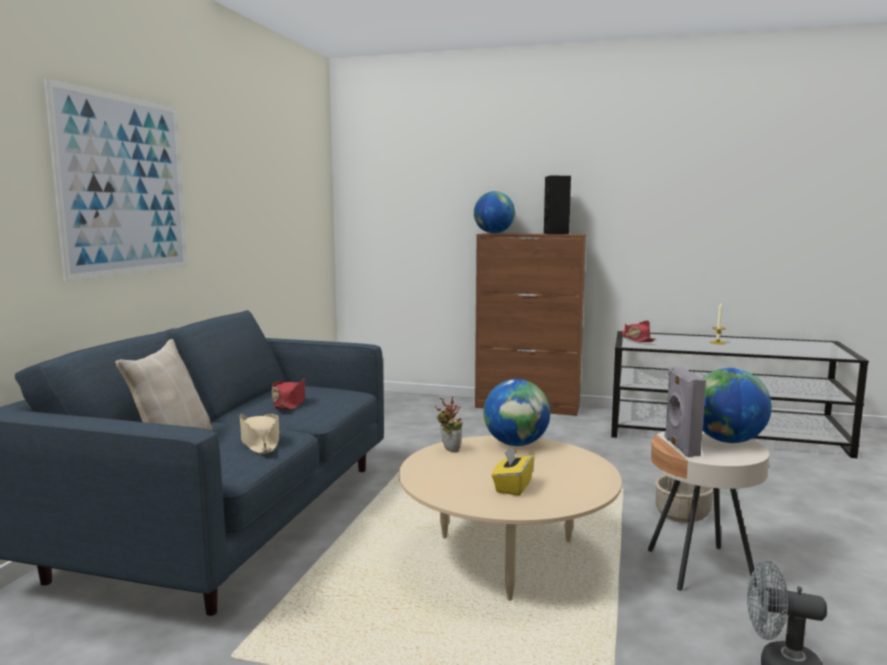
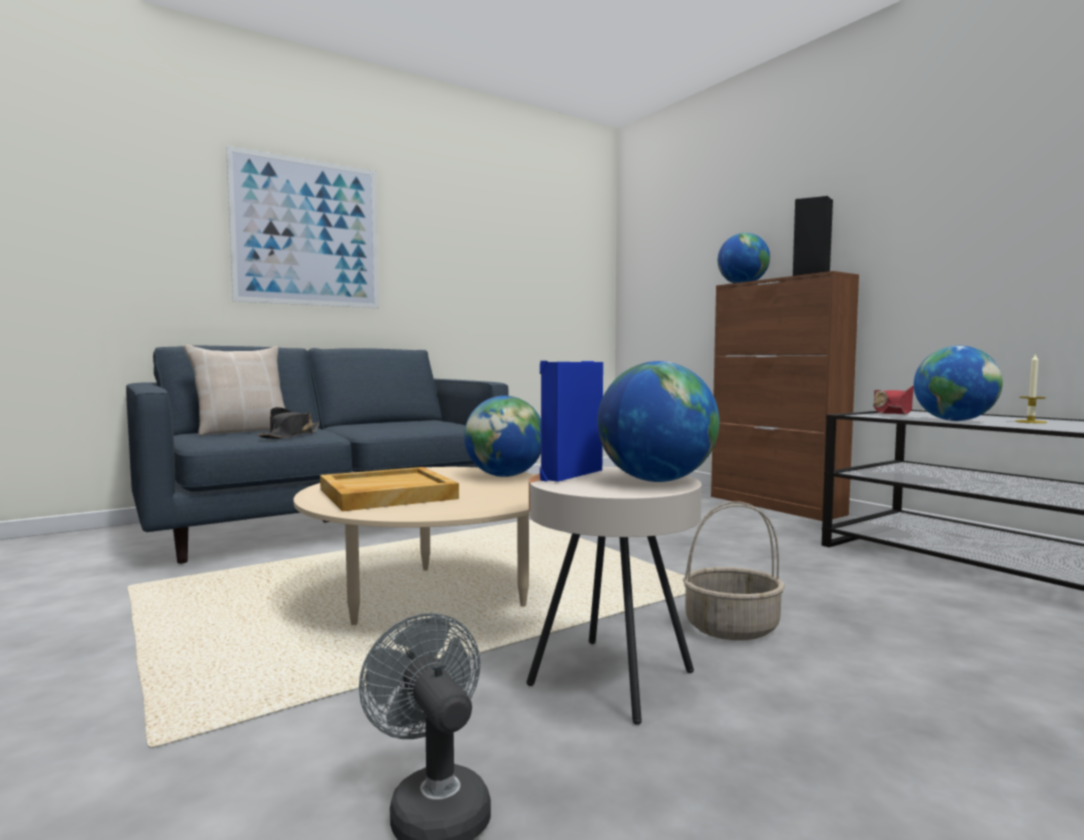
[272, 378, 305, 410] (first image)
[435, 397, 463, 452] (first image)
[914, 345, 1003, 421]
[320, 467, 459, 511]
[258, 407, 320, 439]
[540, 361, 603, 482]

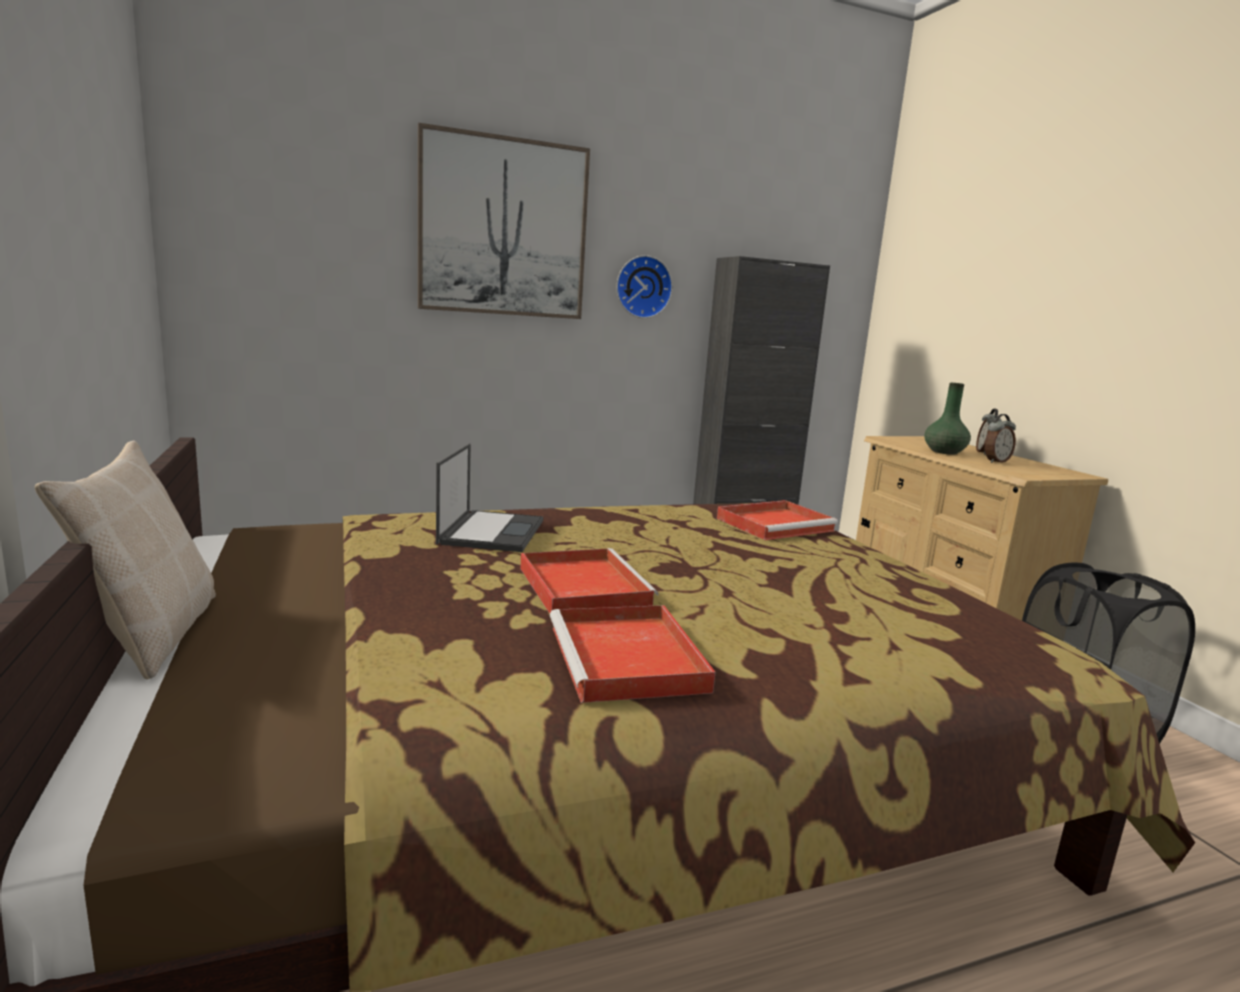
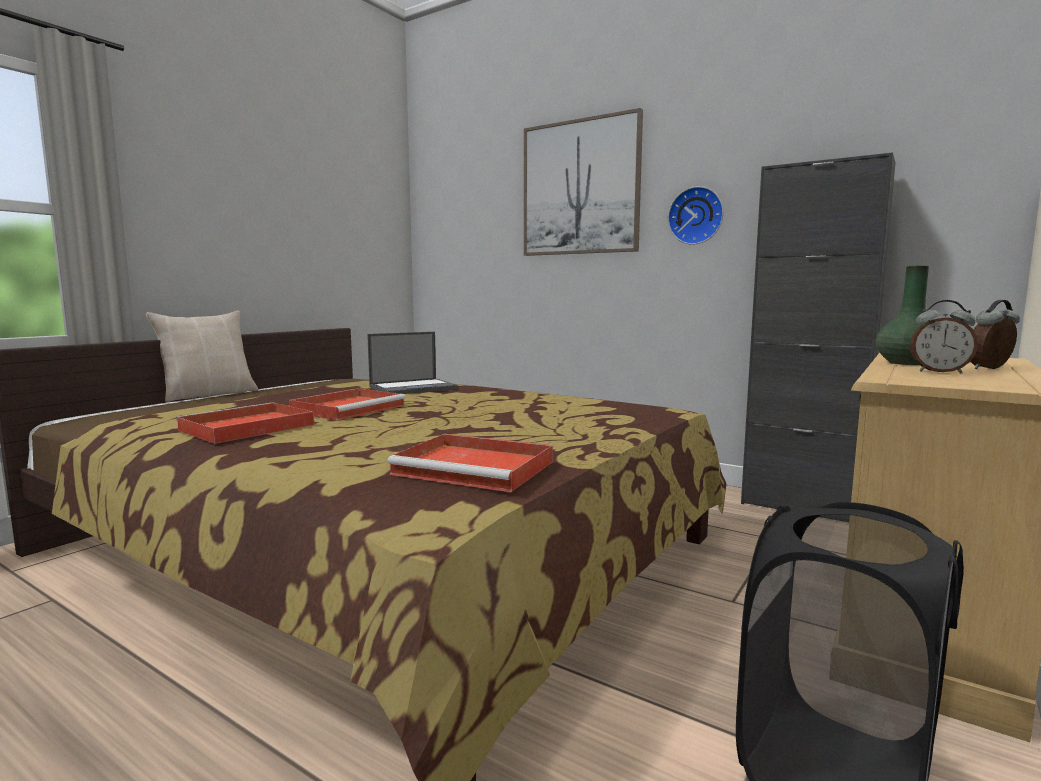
[387, 434, 553, 492]

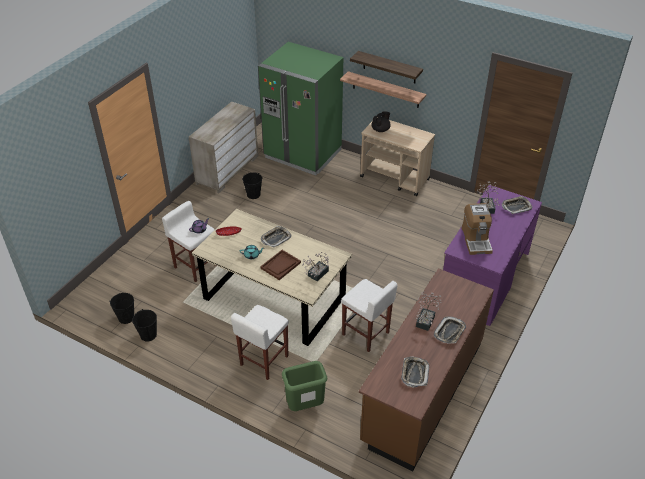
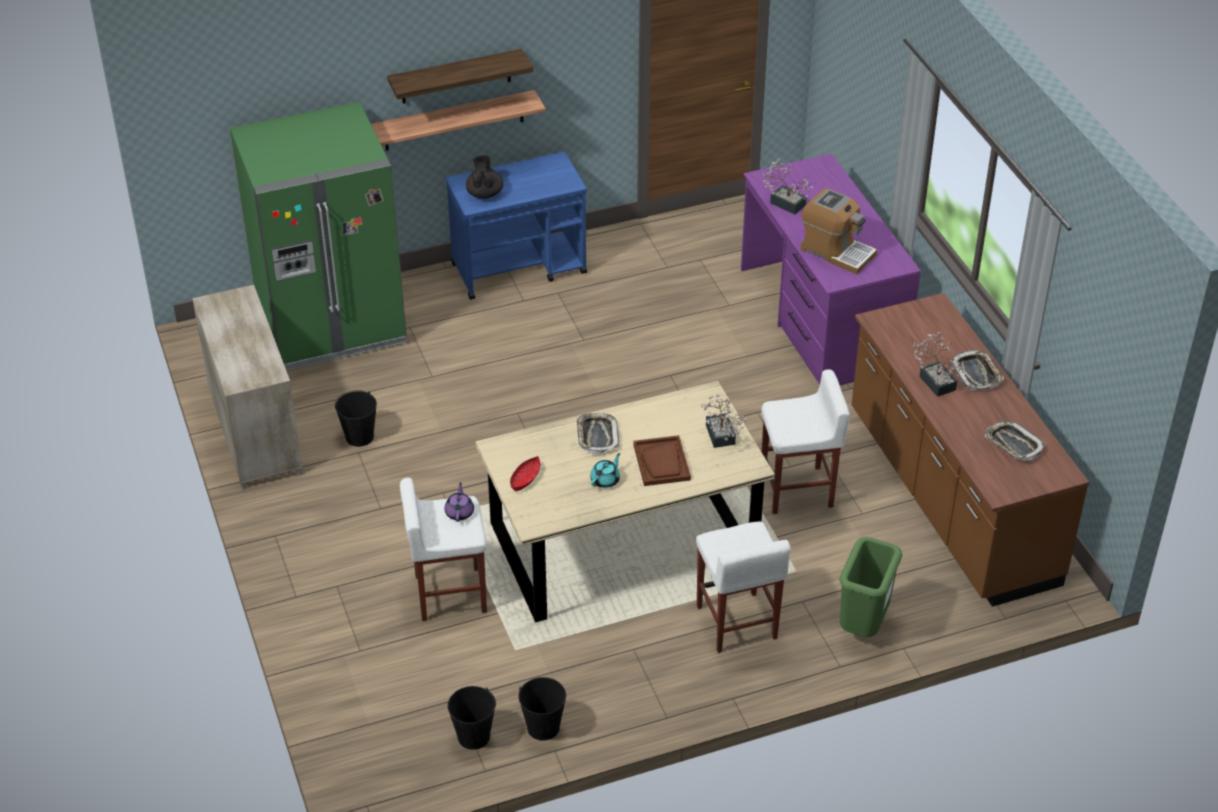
[502, 196, 533, 214] (first image)
[446, 152, 587, 300]

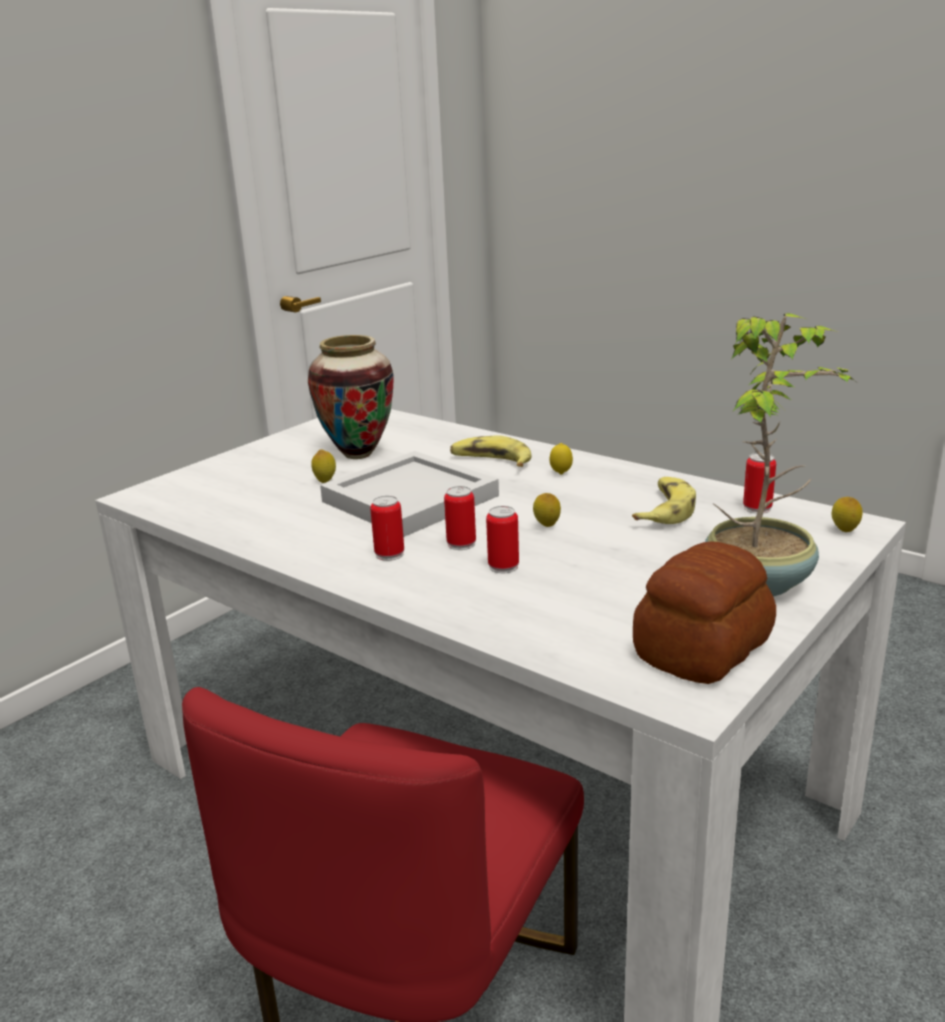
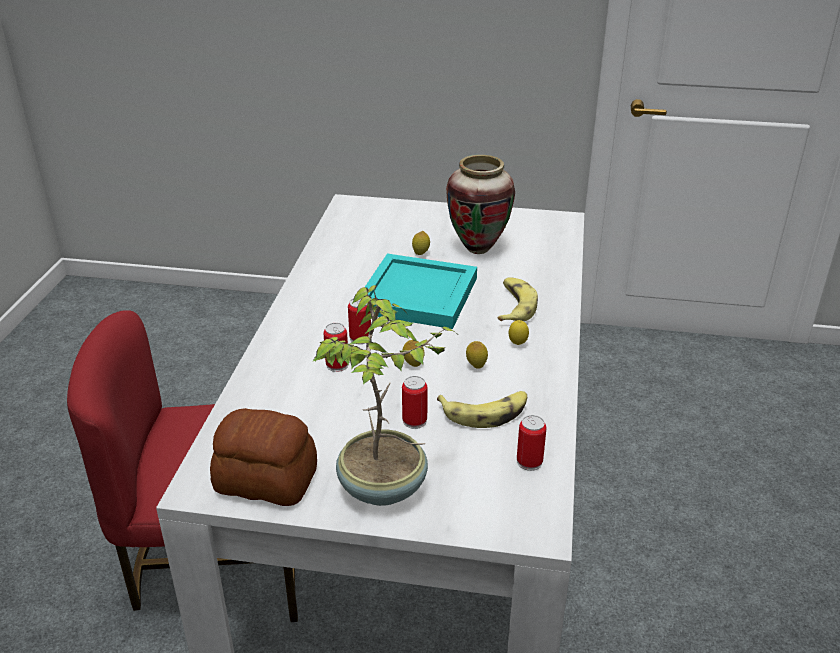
[402, 376, 428, 429]
[466, 341, 488, 369]
[365, 254, 477, 329]

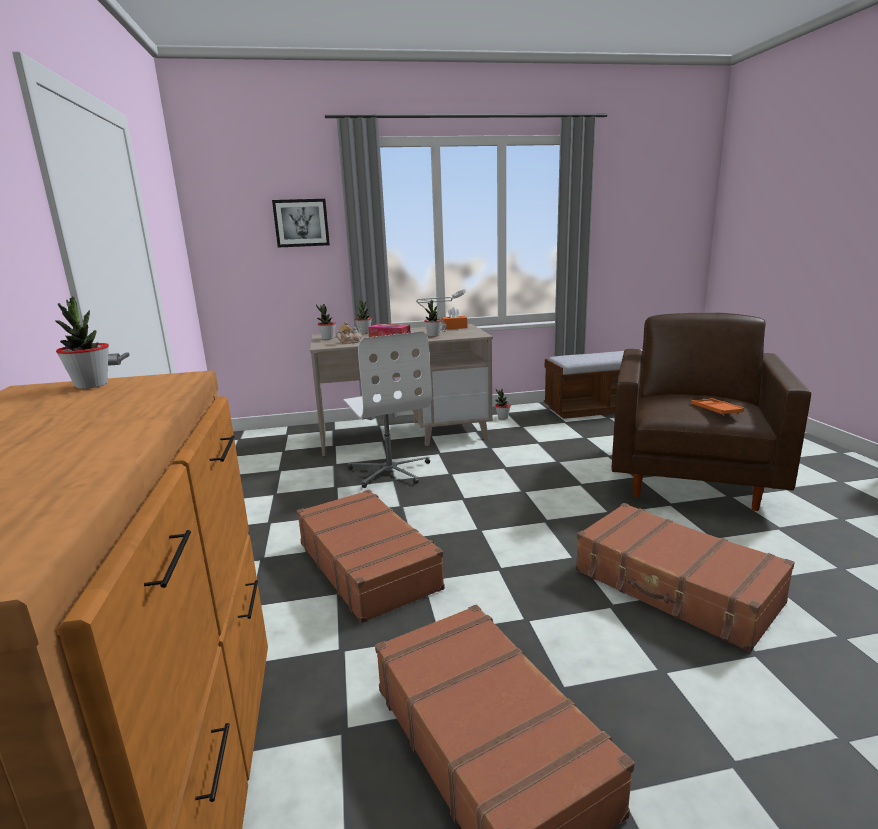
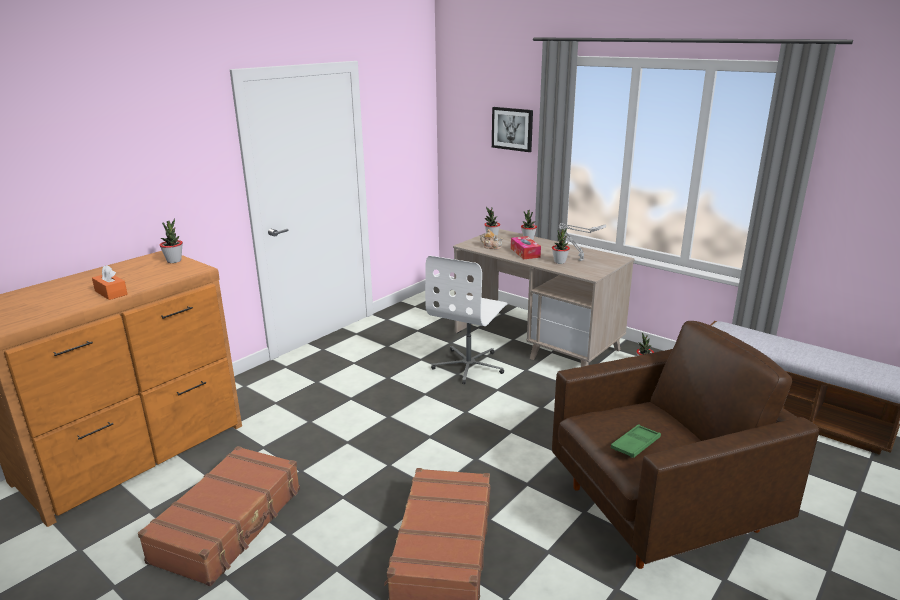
[297, 490, 445, 624] (first image)
[92, 265, 128, 300]
[611, 424, 661, 458]

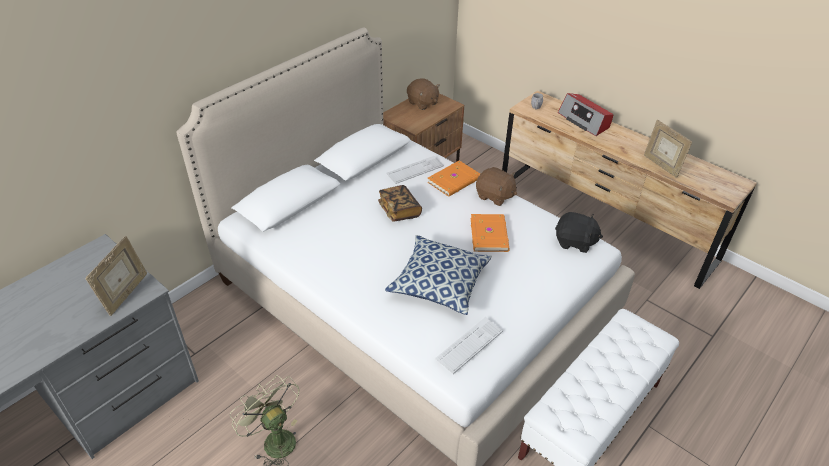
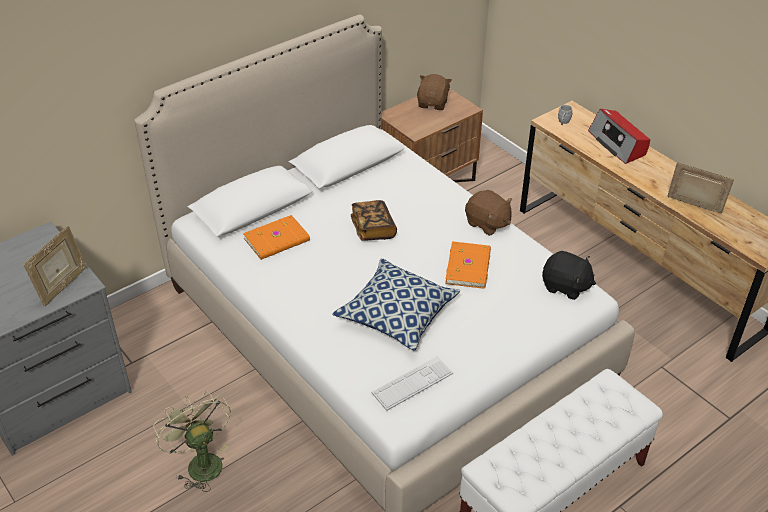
[386, 156, 444, 184] (first image)
[243, 215, 310, 260]
[417, 74, 452, 110]
[667, 162, 734, 214]

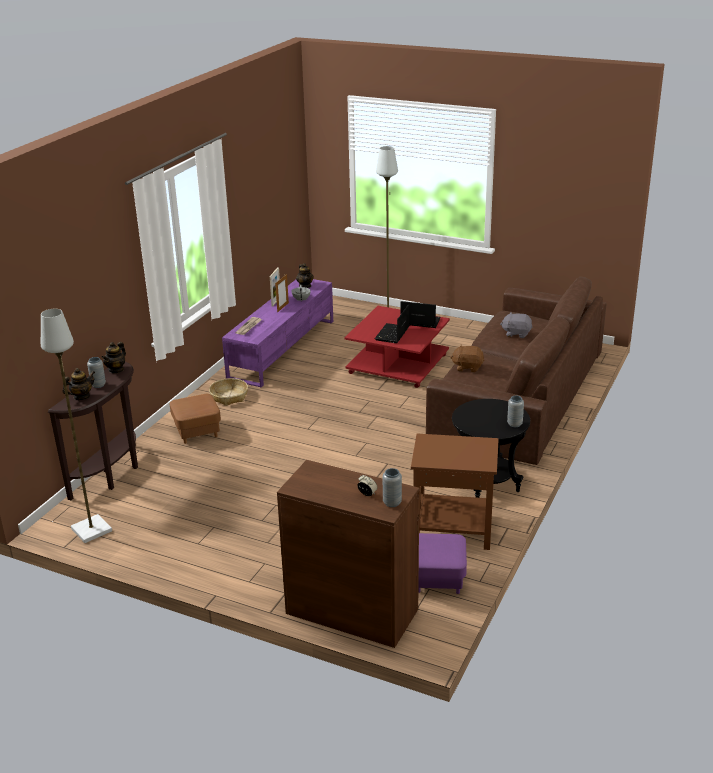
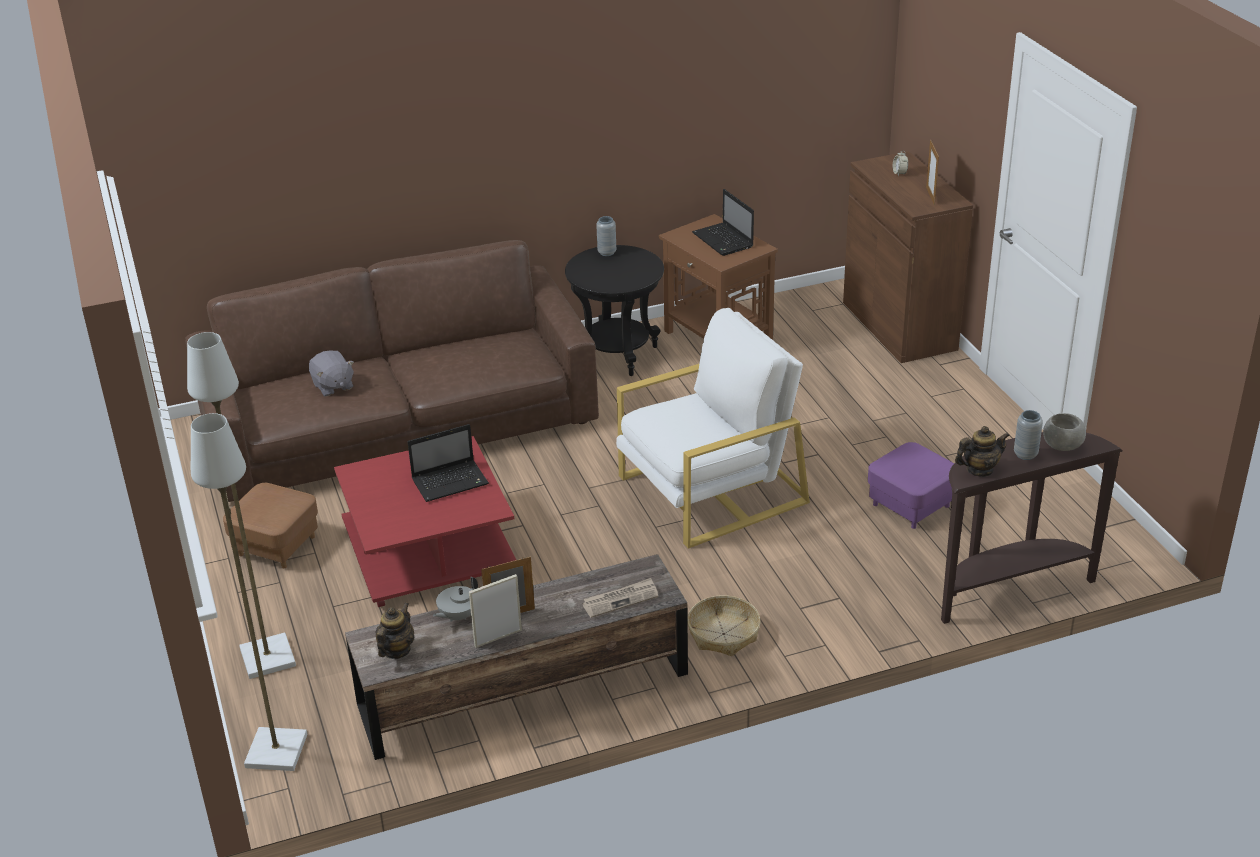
[383, 468, 402, 507] (first image)
[450, 344, 484, 372] (first image)
[616, 308, 810, 549]
[926, 140, 939, 205]
[191, 413, 307, 771]
[223, 483, 318, 568]
[692, 189, 754, 256]
[868, 442, 954, 529]
[1043, 413, 1086, 451]
[345, 554, 688, 760]

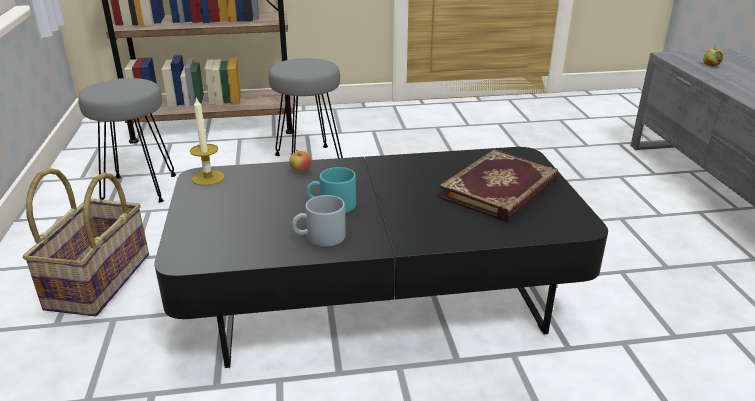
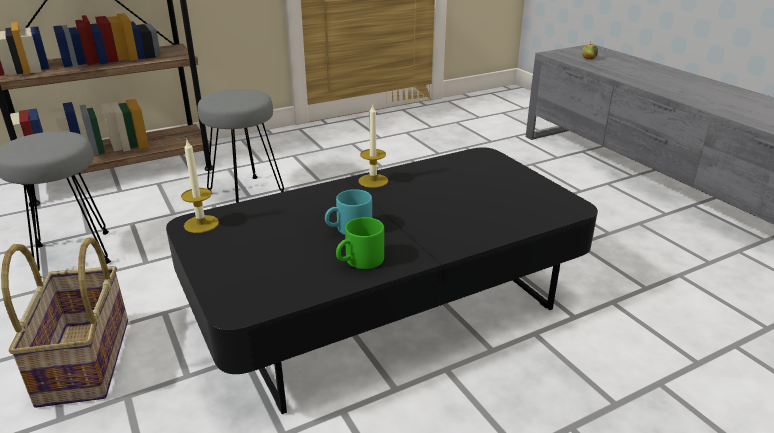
[290, 150, 312, 173] (first image)
[439, 150, 559, 221] (first image)
[359, 103, 388, 188]
[336, 217, 384, 269]

